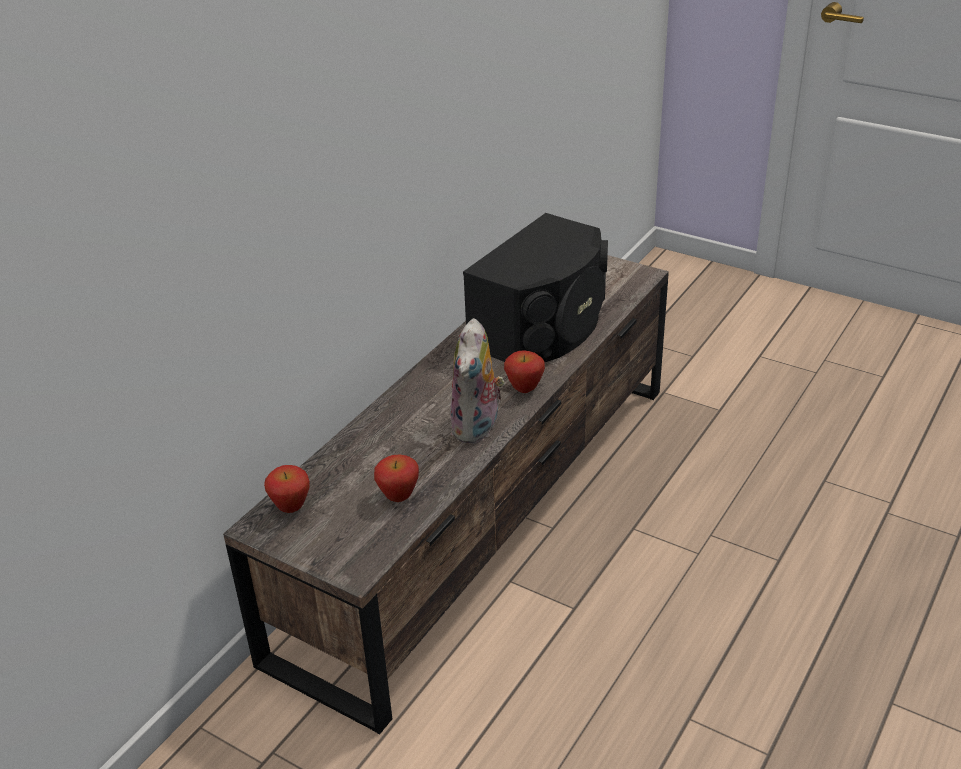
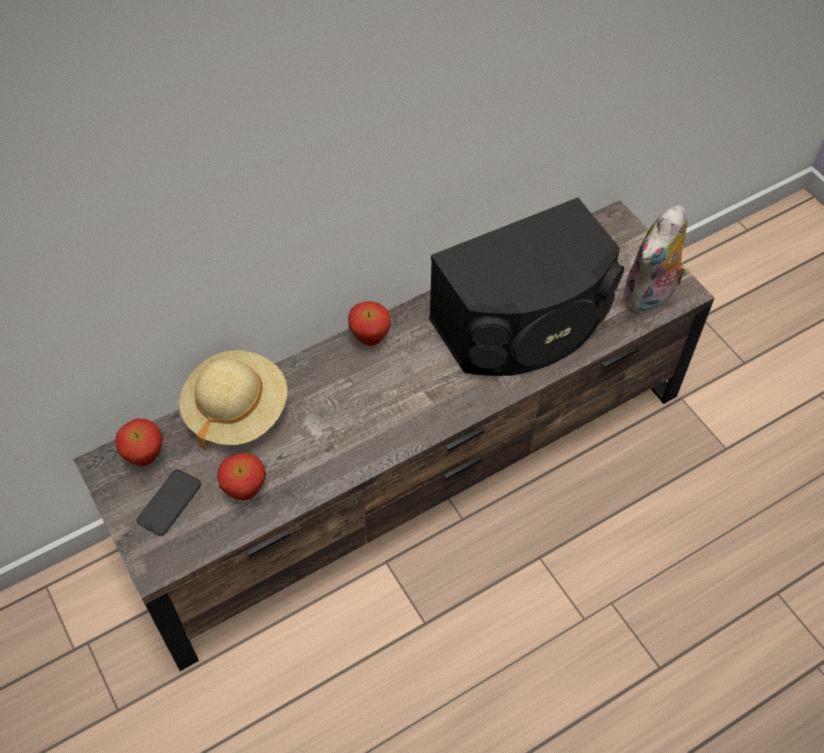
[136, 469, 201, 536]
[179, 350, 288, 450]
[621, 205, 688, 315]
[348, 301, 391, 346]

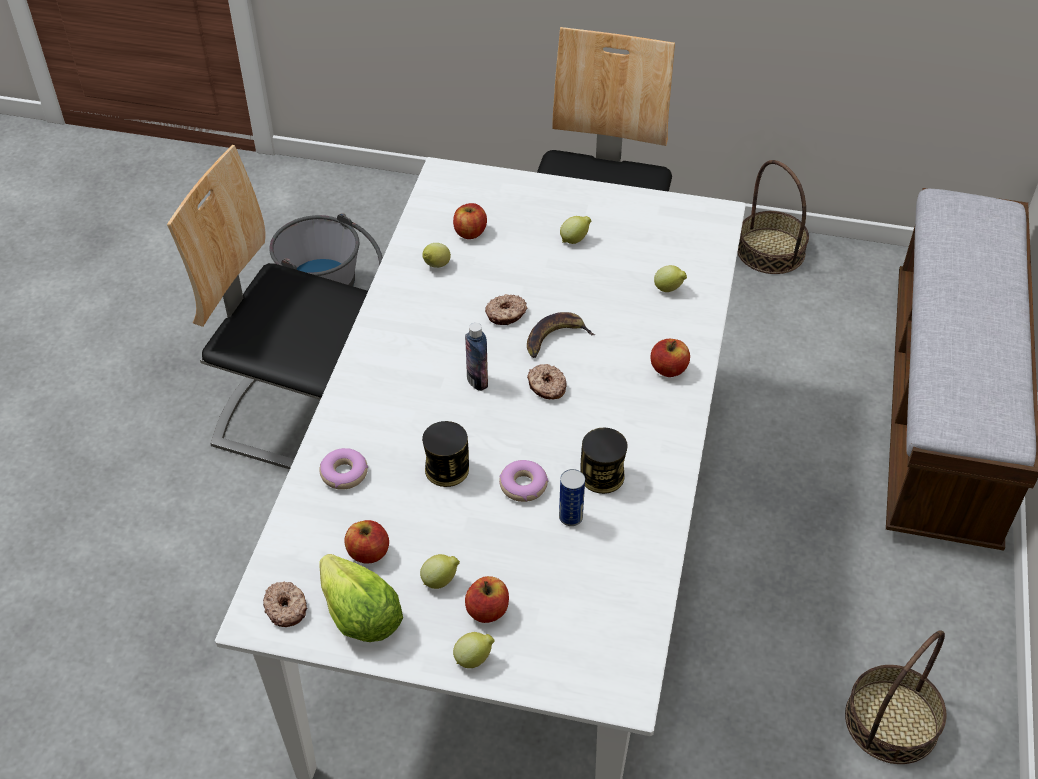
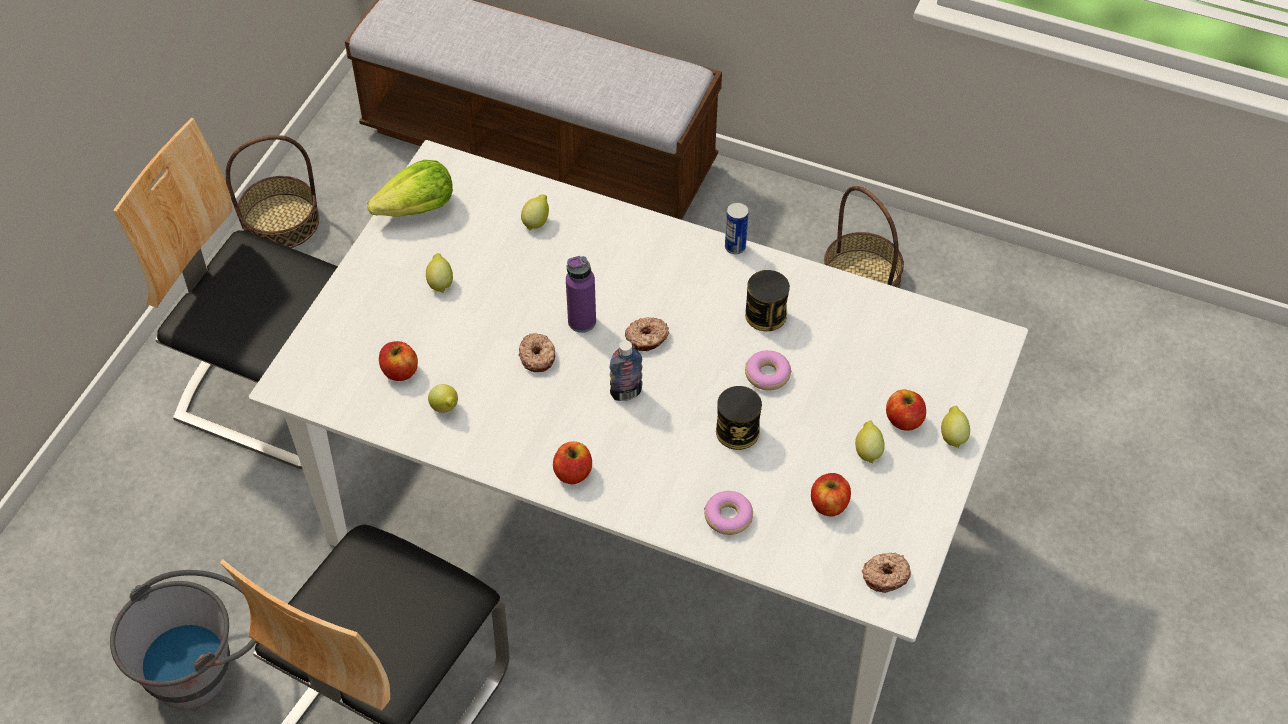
[367, 160, 453, 217]
[725, 202, 749, 254]
[553, 441, 592, 484]
[566, 256, 596, 333]

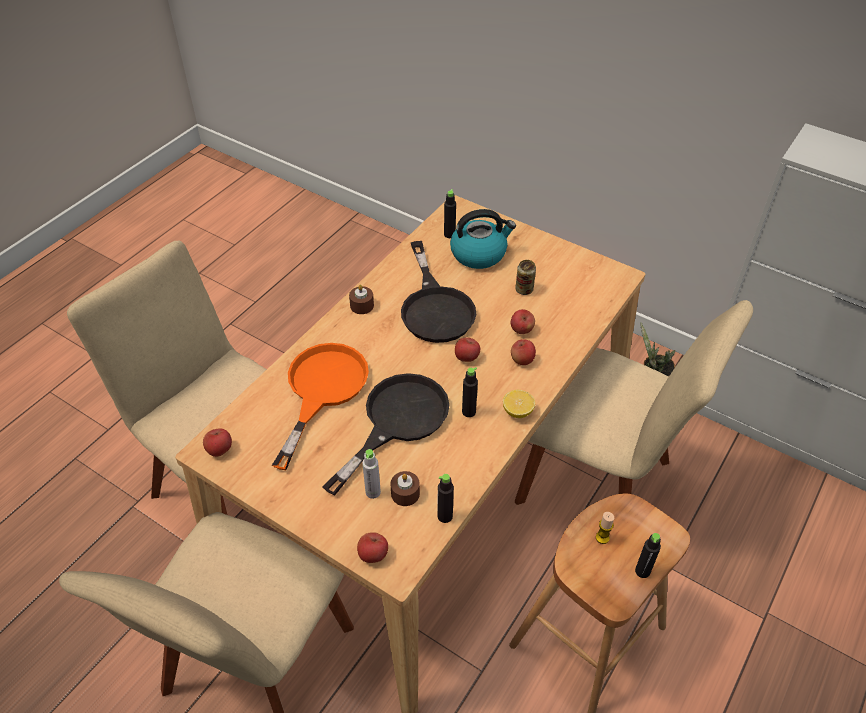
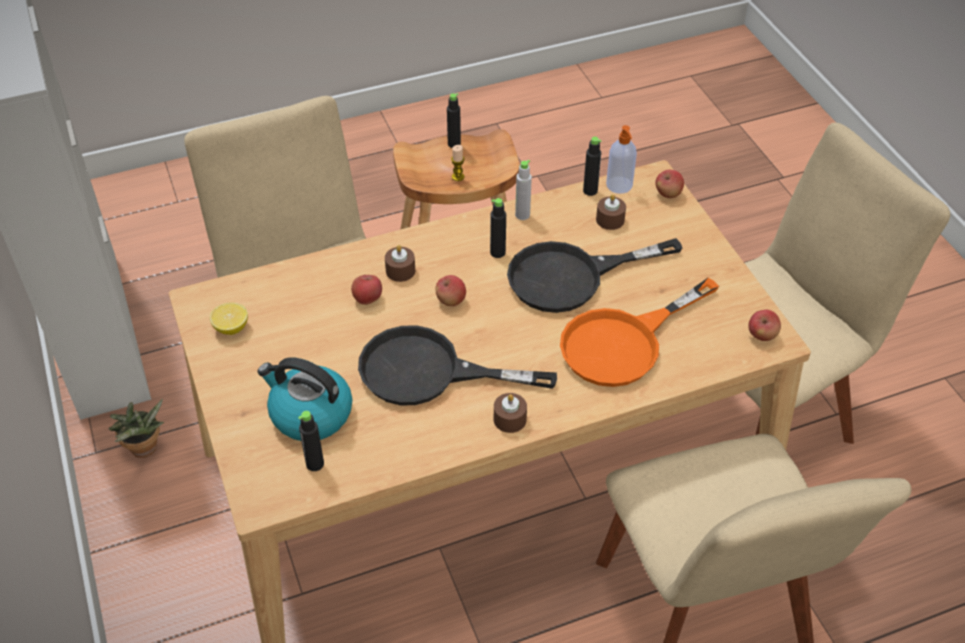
[515, 260, 536, 295] (first image)
[606, 125, 637, 194]
[515, 160, 532, 220]
[210, 302, 248, 335]
[385, 245, 415, 282]
[358, 325, 557, 405]

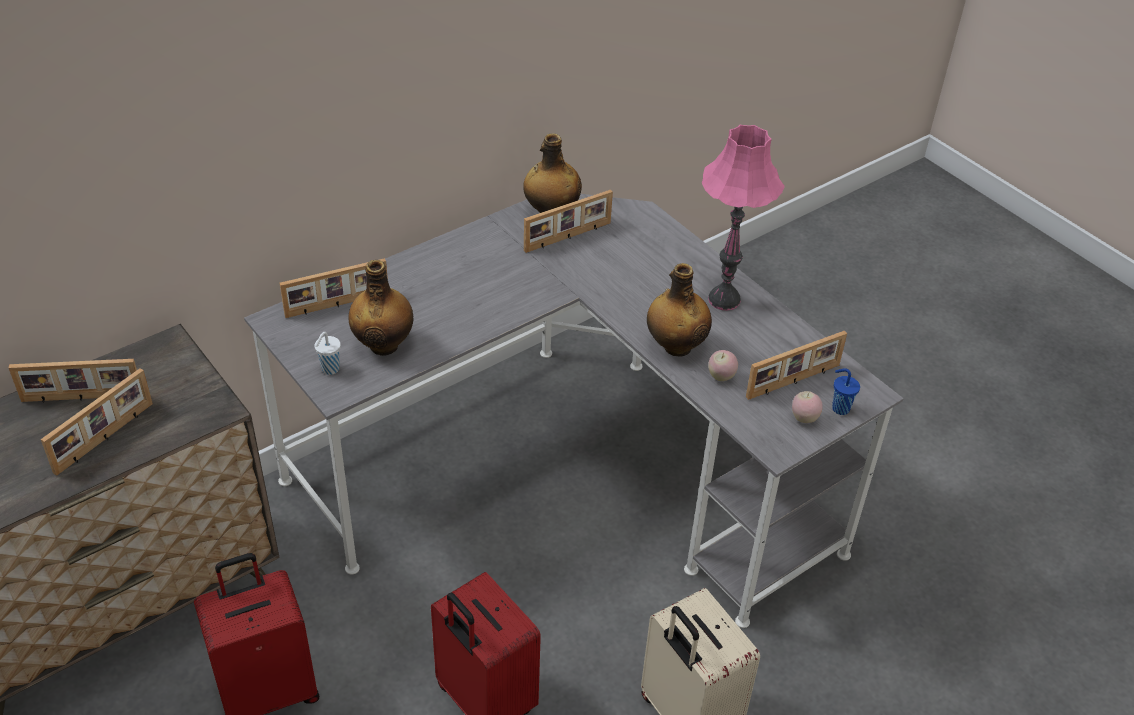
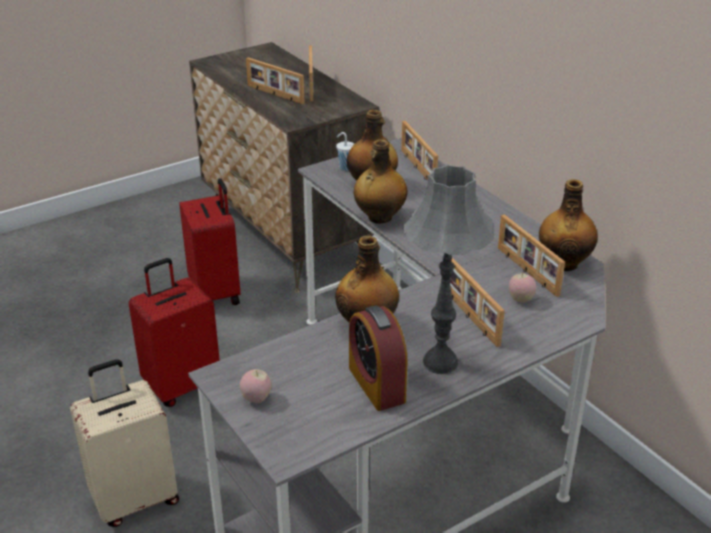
[832, 368, 860, 415] (first image)
[349, 305, 407, 411]
[354, 139, 408, 224]
[509, 273, 536, 302]
[450, 258, 505, 347]
[403, 165, 494, 374]

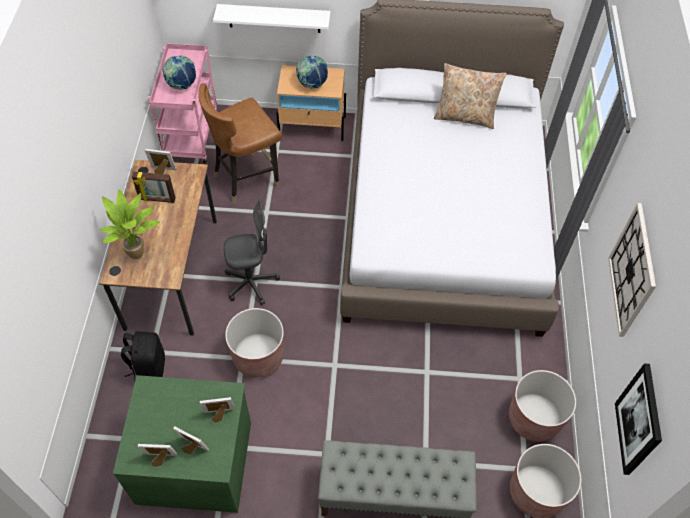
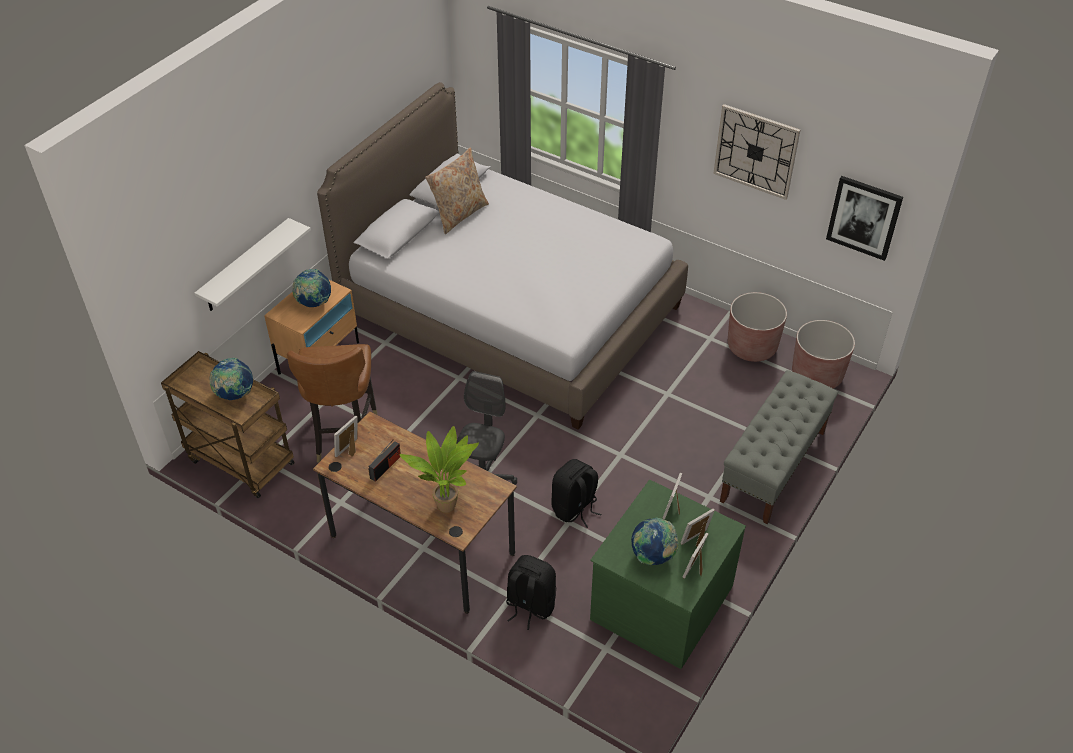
[631, 517, 678, 565]
[368, 439, 401, 482]
[552, 459, 602, 528]
[161, 351, 295, 498]

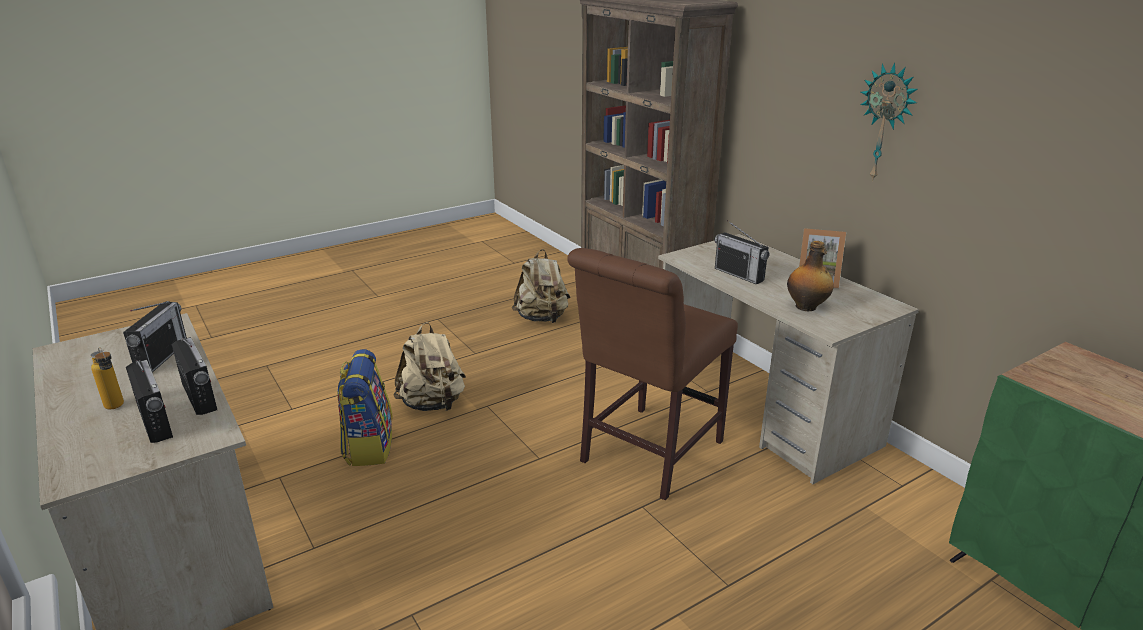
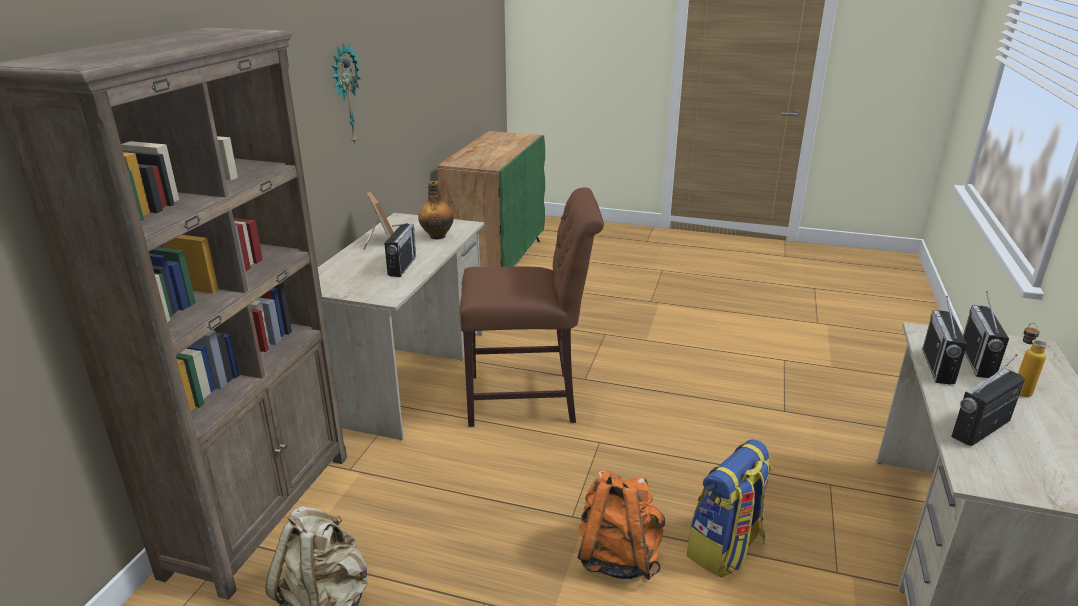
[578, 468, 665, 580]

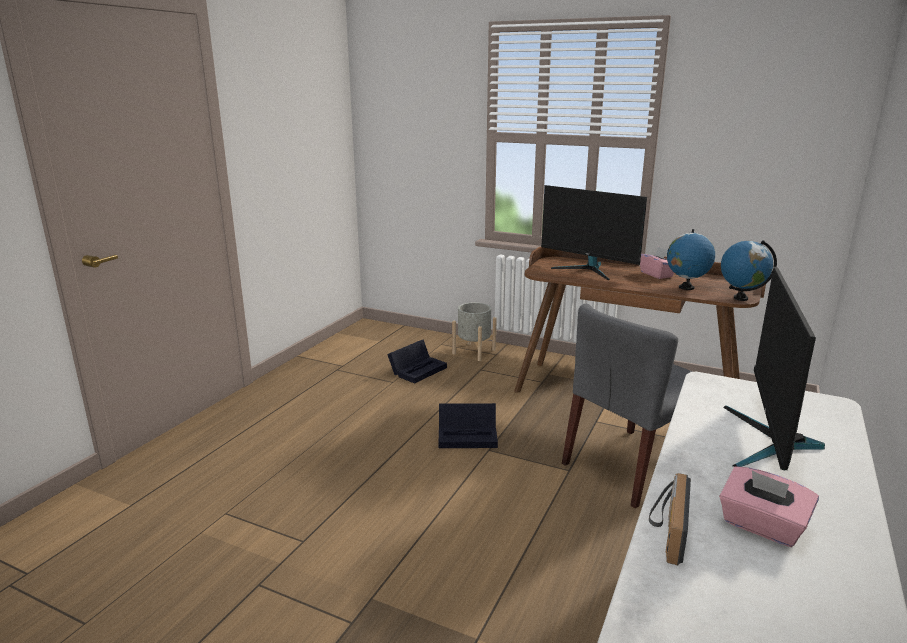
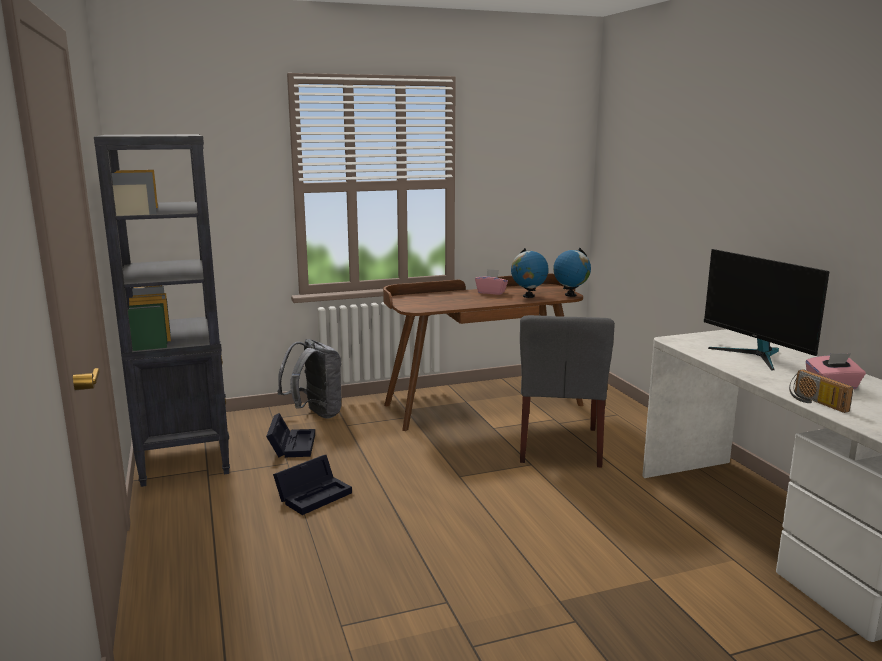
[541, 185, 647, 280] (first image)
[94, 134, 230, 487]
[273, 455, 352, 515]
[277, 339, 342, 419]

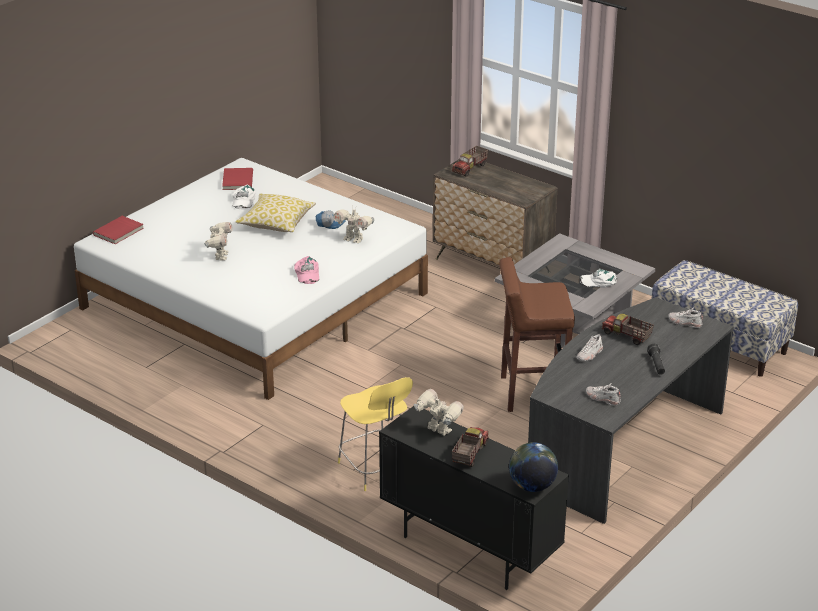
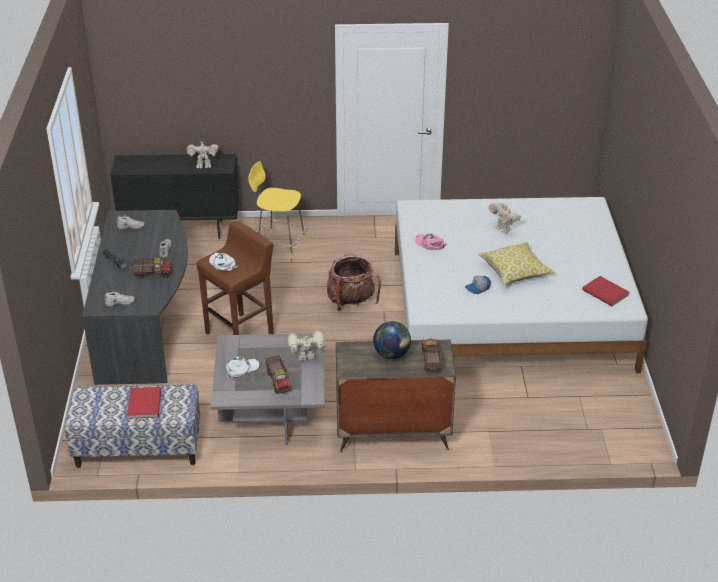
[327, 253, 381, 310]
[127, 387, 161, 419]
[209, 253, 238, 271]
[287, 330, 326, 361]
[265, 355, 292, 394]
[373, 321, 411, 359]

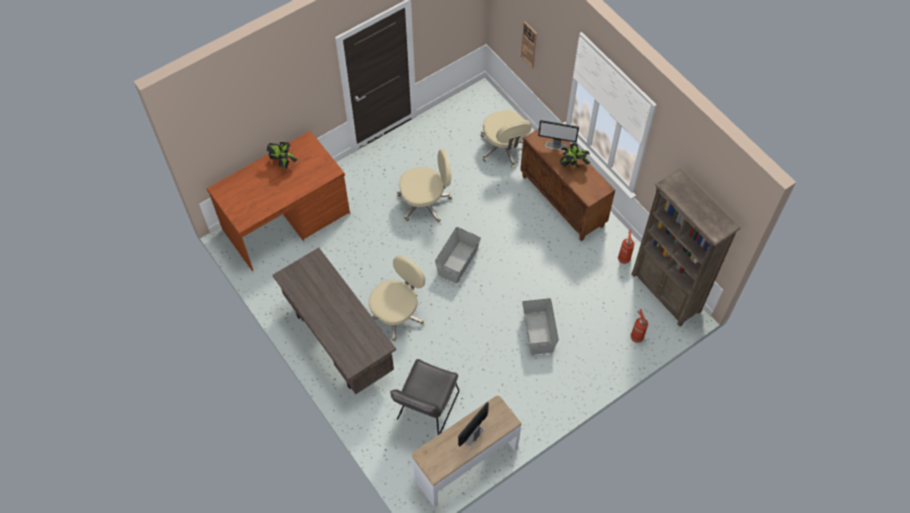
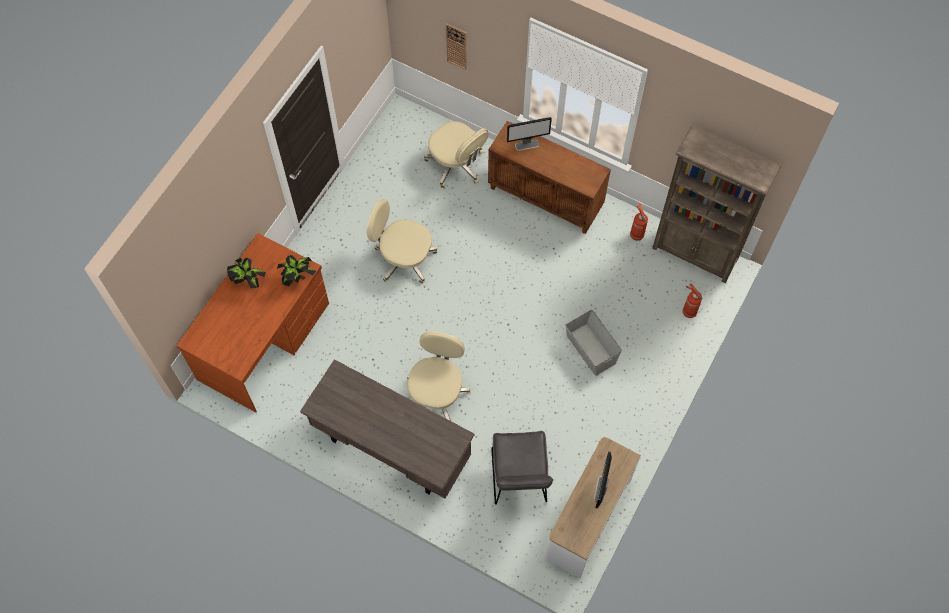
[435, 227, 481, 284] (first image)
[277, 255, 316, 286]
[366, 199, 437, 283]

